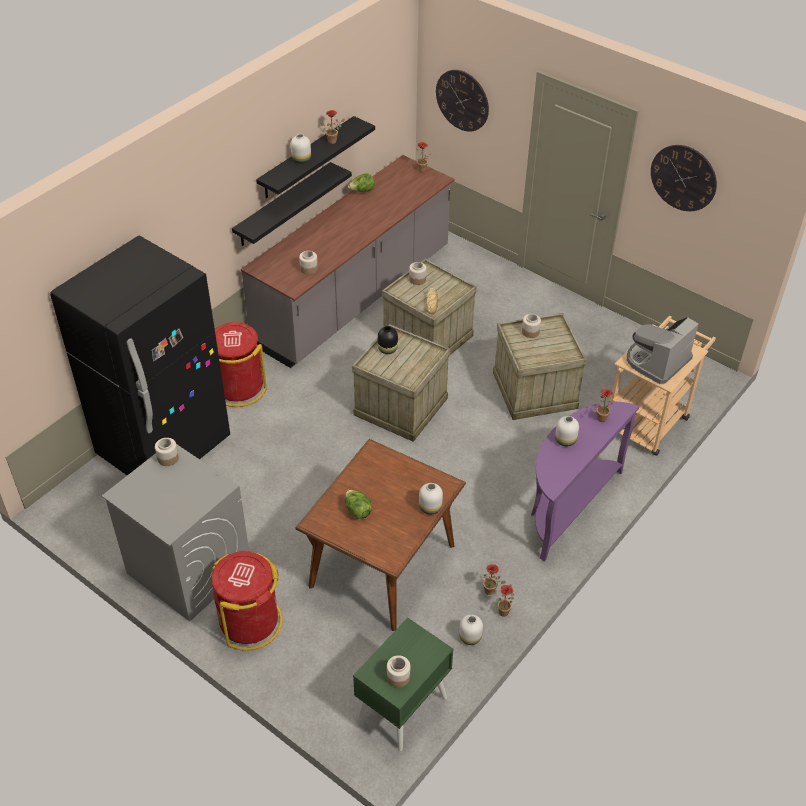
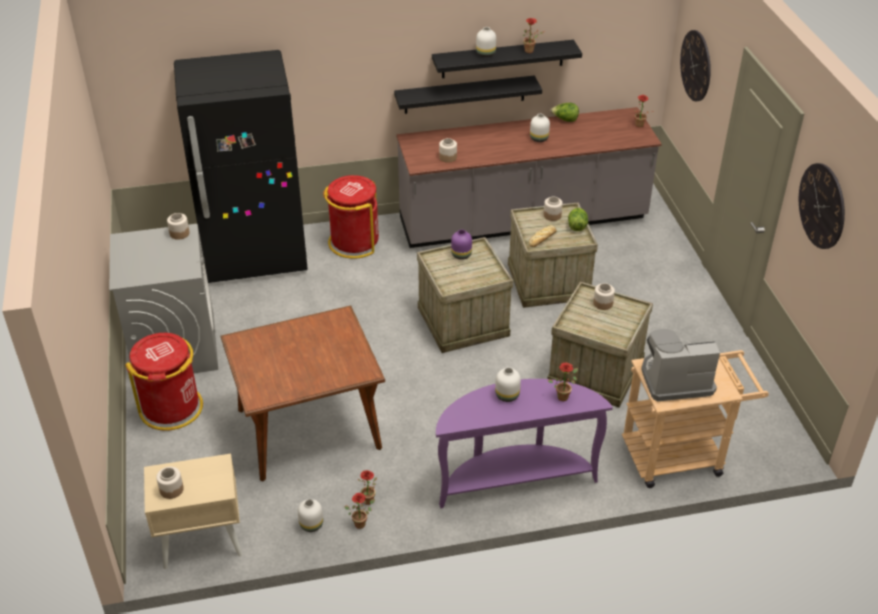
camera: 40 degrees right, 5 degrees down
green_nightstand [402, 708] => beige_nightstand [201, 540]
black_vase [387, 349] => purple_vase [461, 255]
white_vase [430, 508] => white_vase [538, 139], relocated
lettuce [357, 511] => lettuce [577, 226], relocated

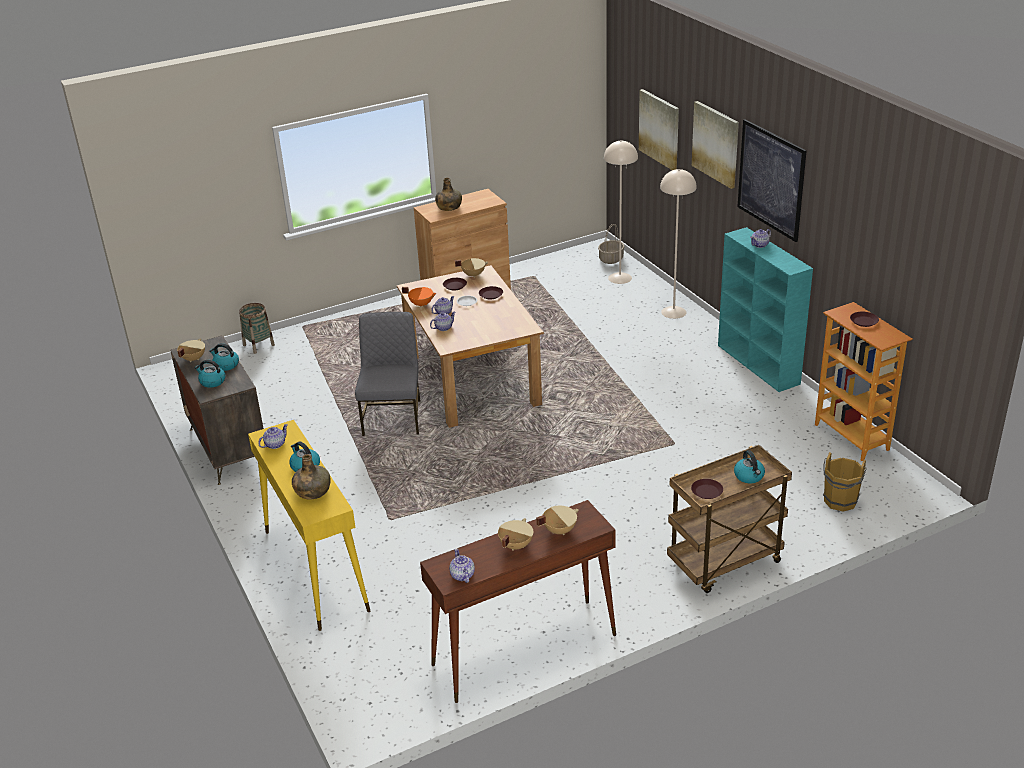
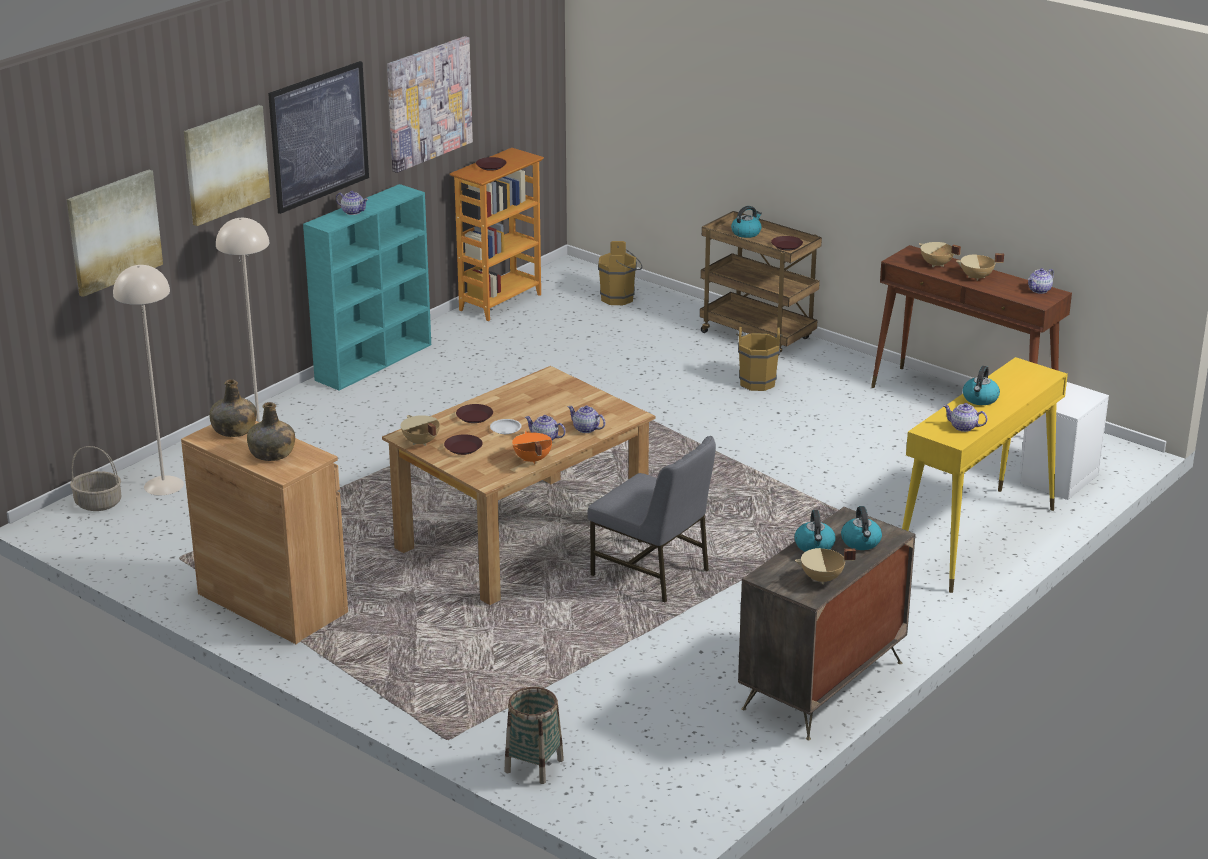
camera: 115 degrees left, 5 degrees down
green_bottle [312, 491] => green_bottle [234, 430], relocated
nothing => picture [428, 103]
grey_chair [393, 417] => grey_chair [652, 573], 120 degrees counterclockwise
nothing => brown_bucket [757, 381]
nothing => white_nightstand [1057, 479]

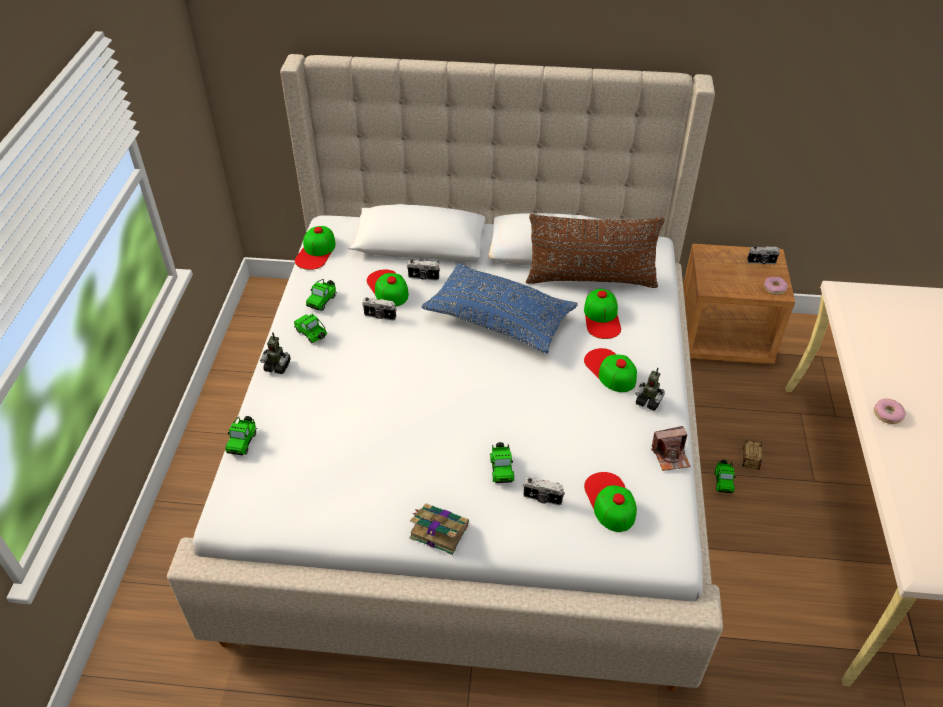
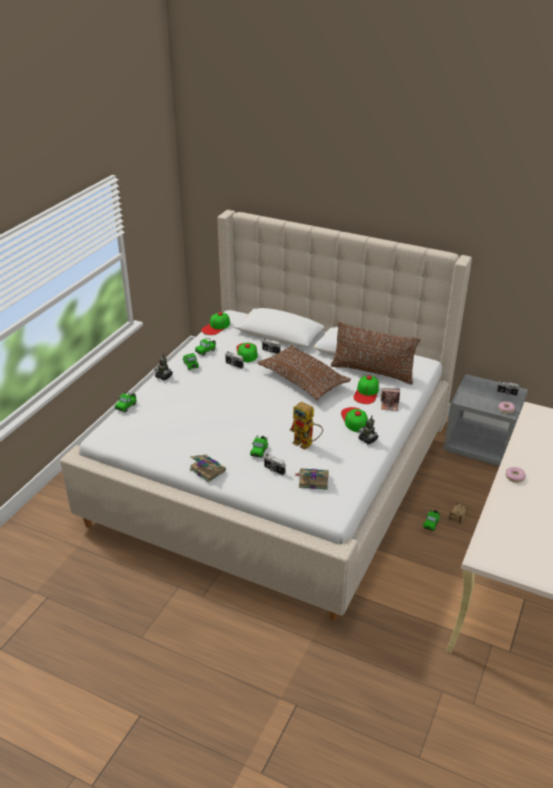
camera: 20 degrees right, 10 degrees down
blue_pillow [499, 319] => brown_pillow [303, 381]
nothing => toy_robot [307, 444]
cap [610, 501] => book [312, 480]
photo_camera [670, 456] => photo_camera [389, 405], relocated
brown_nightstand [724, 337] => grey_nightstand [480, 445]

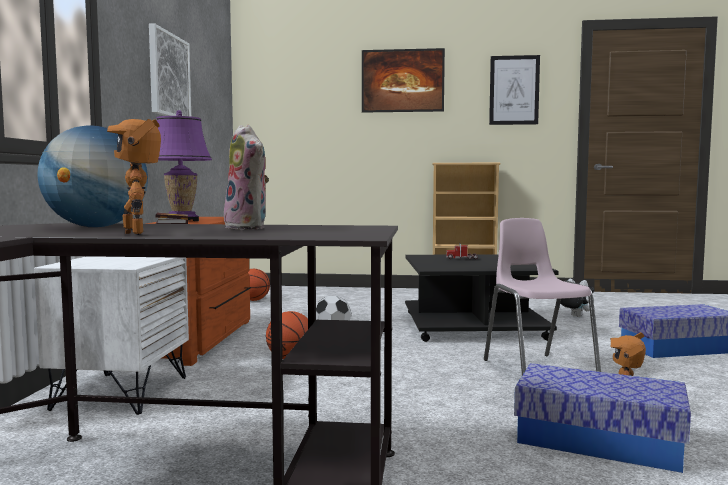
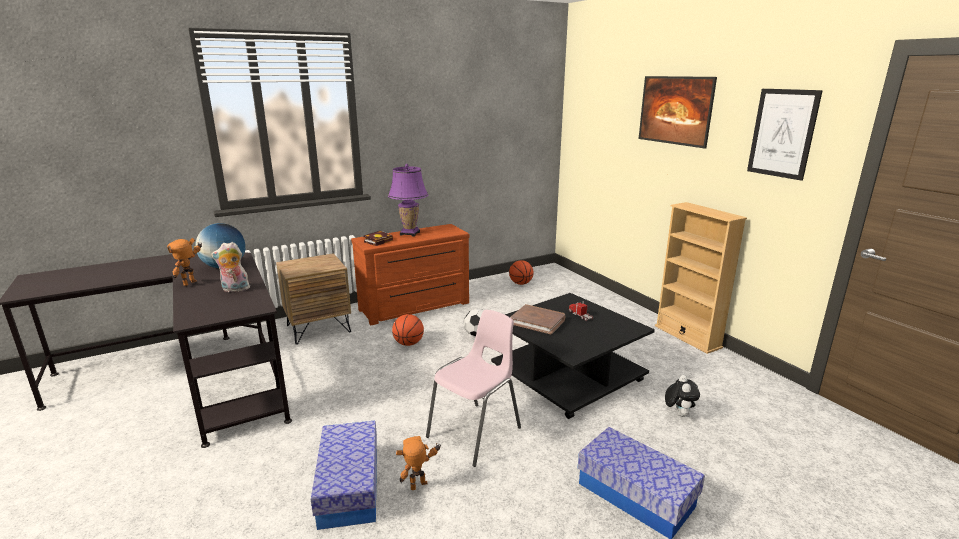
camera: 55 degrees right, 15 degrees up
plush_toy [249, 228] => plush_toy [234, 290], 60 degrees clockwise
white_nightstand [120, 393] => brown_nightstand [318, 328]
nothing => brown_book [538, 321]
picture [168, 75] => nothing

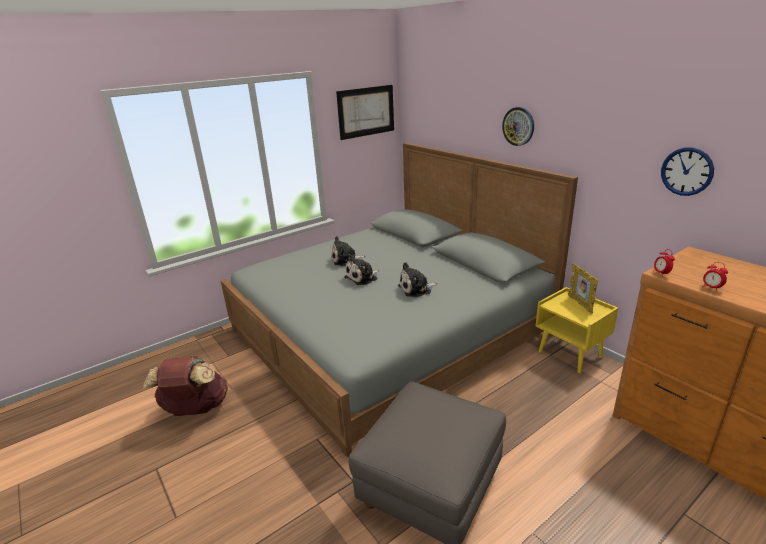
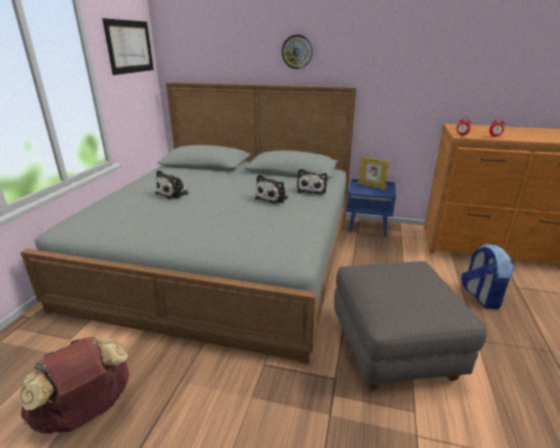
camera: 40 degrees left, 0 degrees up
plush_toy [363, 278] => plush_toy [312, 190], relocated
yellow_nightstand [570, 354] => blue_nightstand [368, 227]
nothing => backpack [480, 297]
wall_clock [686, 171] => nothing

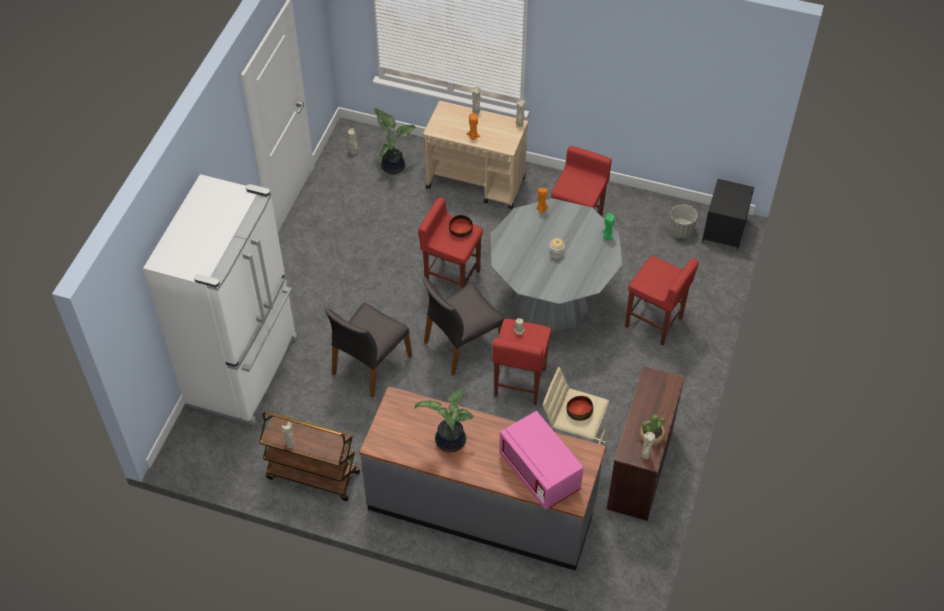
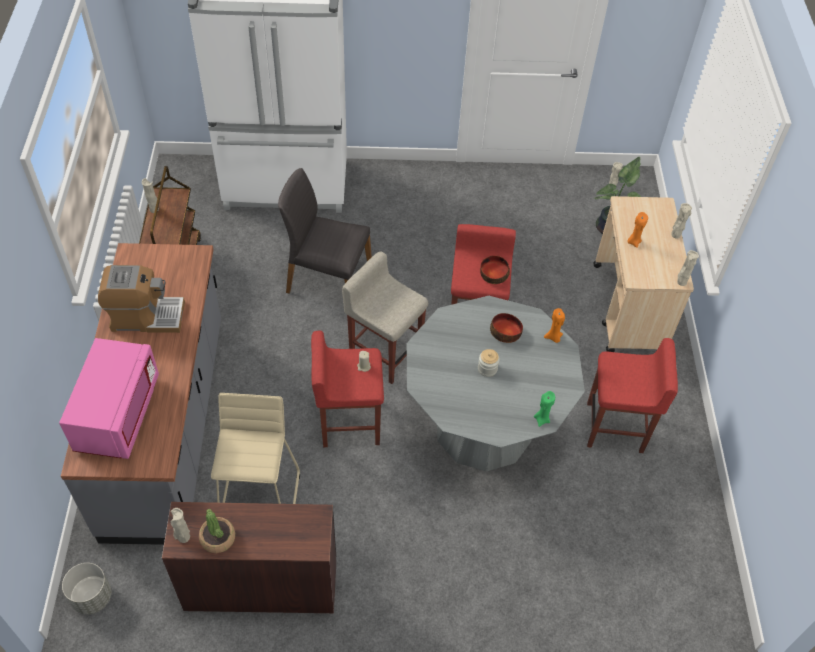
camera: 70 degrees right, 0 degrees up
pink_microwave [539, 472] => pink_microwave [118, 414], 150 degrees clockwise
grey_planter [681, 230] => grey_planter [92, 597], relocated
potted_plant [449, 442] => coffee_machine [146, 316]
grey_chair [462, 344] => beige_stool [385, 353]
bowl [579, 411] => bowl [505, 332], relocated
red_stool [654, 322] => nothing
black_nightstand [724, 231] => nothing

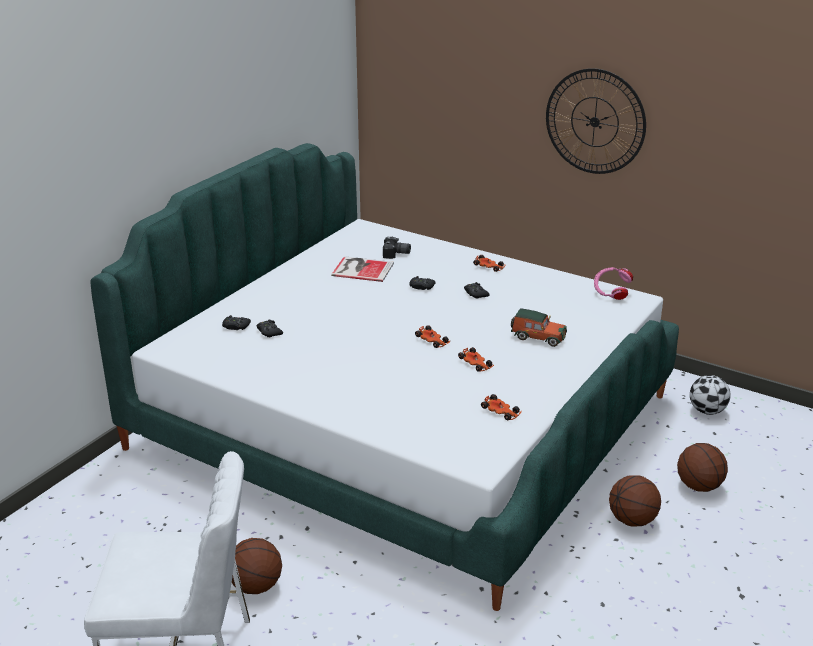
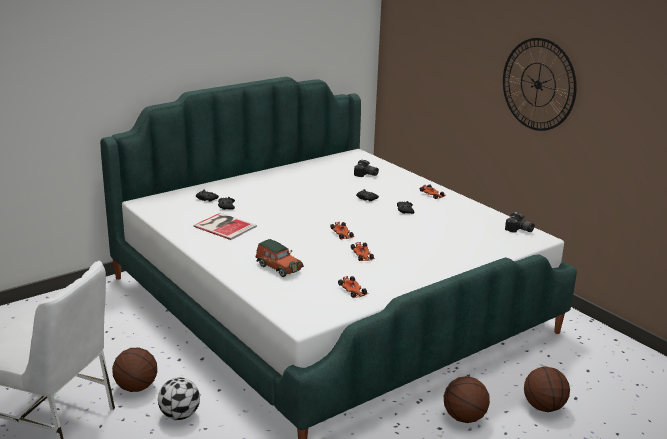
camera: 20 degrees right, 5 degrees down
football [707, 411] => football [180, 415], relocated
book [361, 269] => book [224, 226], relocated
toy_car [537, 337] => toy_car [278, 267], relocated
pink_headphones [611, 294] => photo_camera [519, 230]

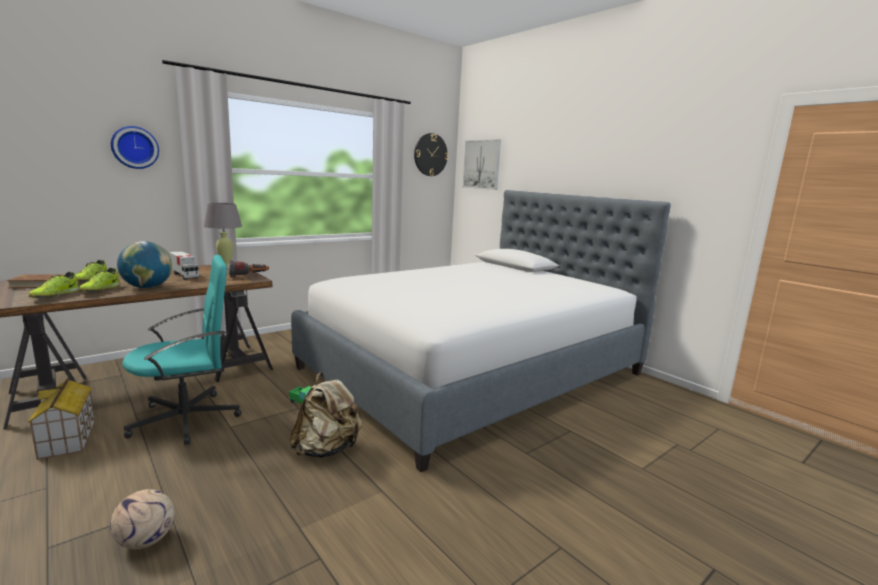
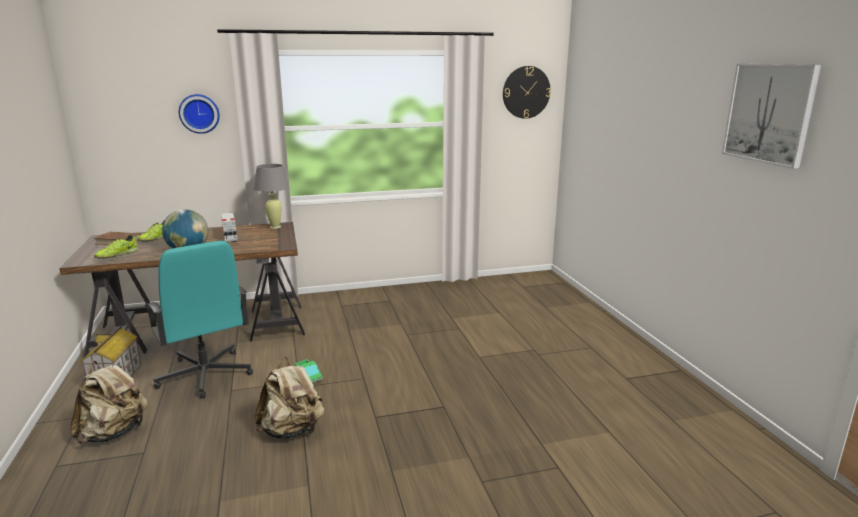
camera: 25 degrees right, 5 degrees up
nothing => beige_backpack [114, 433]
turquoise_office_chair [187, 419] => turquoise_office_chair [205, 375], 60 degrees clockwise
picture [482, 164] => picture [769, 113], relocated
shoe [100, 290] => nothing
football [146, 540] => nothing
flashlight [249, 277] => nothing
bed [473, 371] => nothing

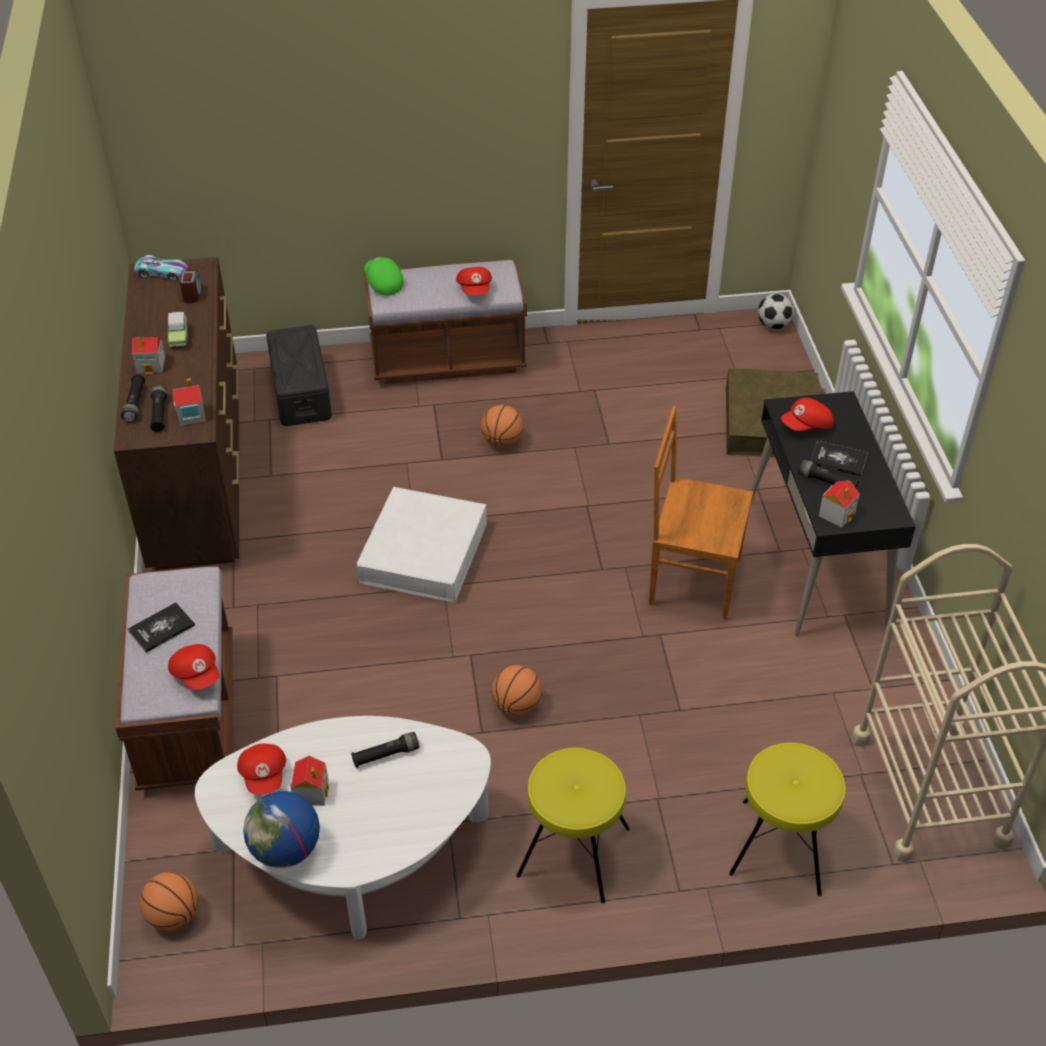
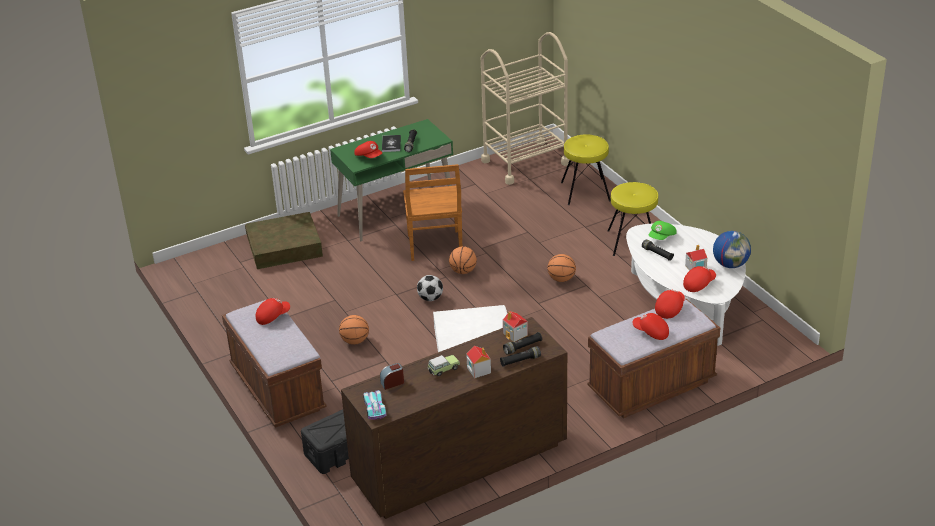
camera: 110 degrees left, 10 degrees down
black_desk [816, 561] => green_desk [396, 212]
football [773, 325] => football [430, 298], relocated
basketball [174, 915] => basketball [463, 271], relocated
book [161, 628] => red_cap [651, 332]
green_cap [382, 283] => green_cap [662, 237], relocated
toy_house [837, 514] => nothing

